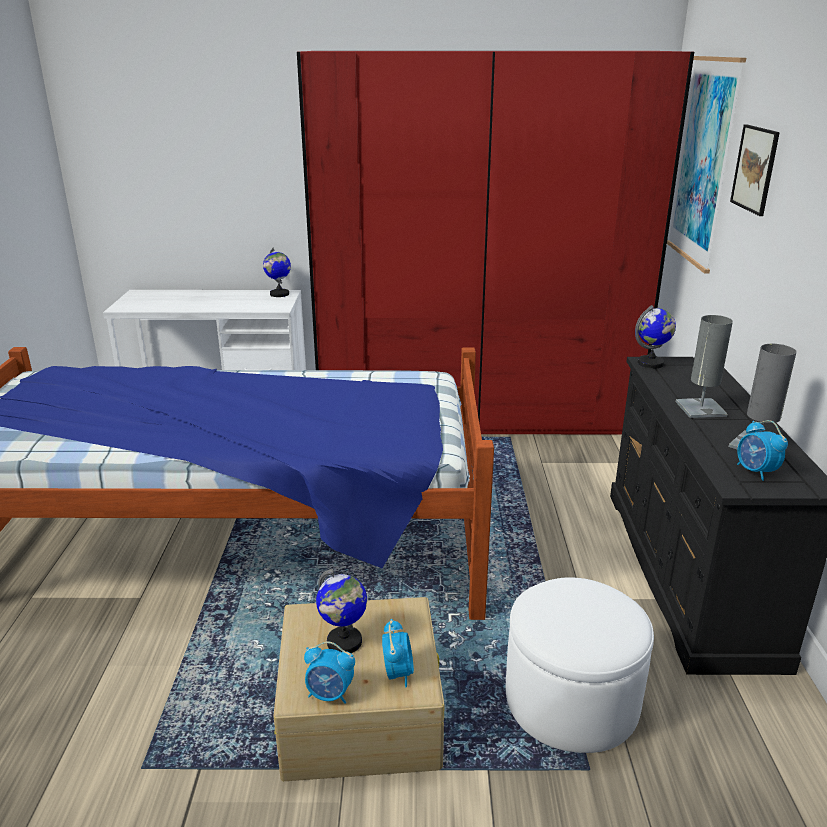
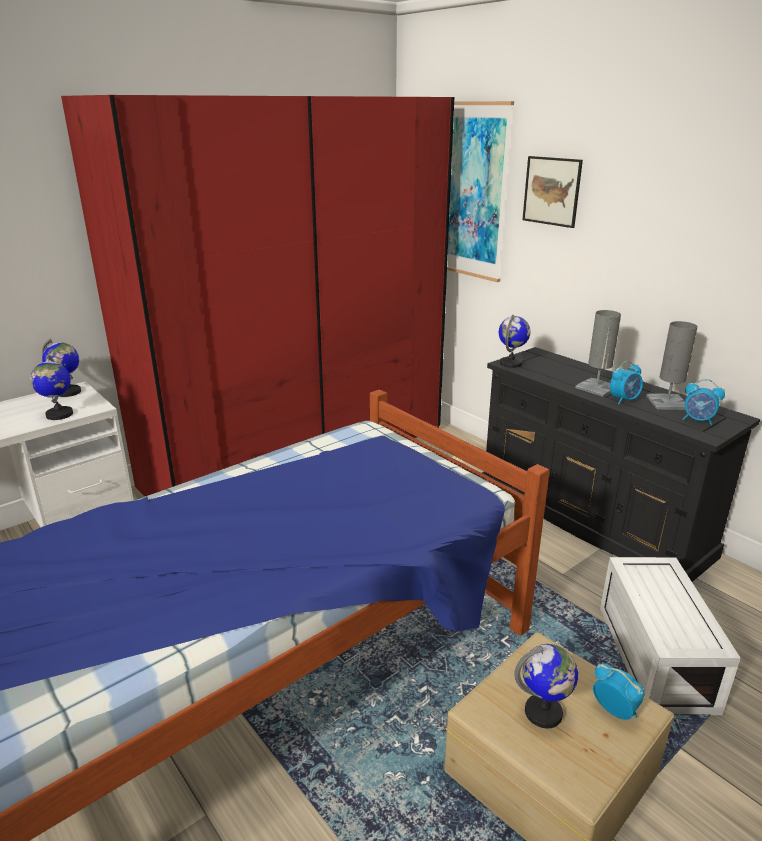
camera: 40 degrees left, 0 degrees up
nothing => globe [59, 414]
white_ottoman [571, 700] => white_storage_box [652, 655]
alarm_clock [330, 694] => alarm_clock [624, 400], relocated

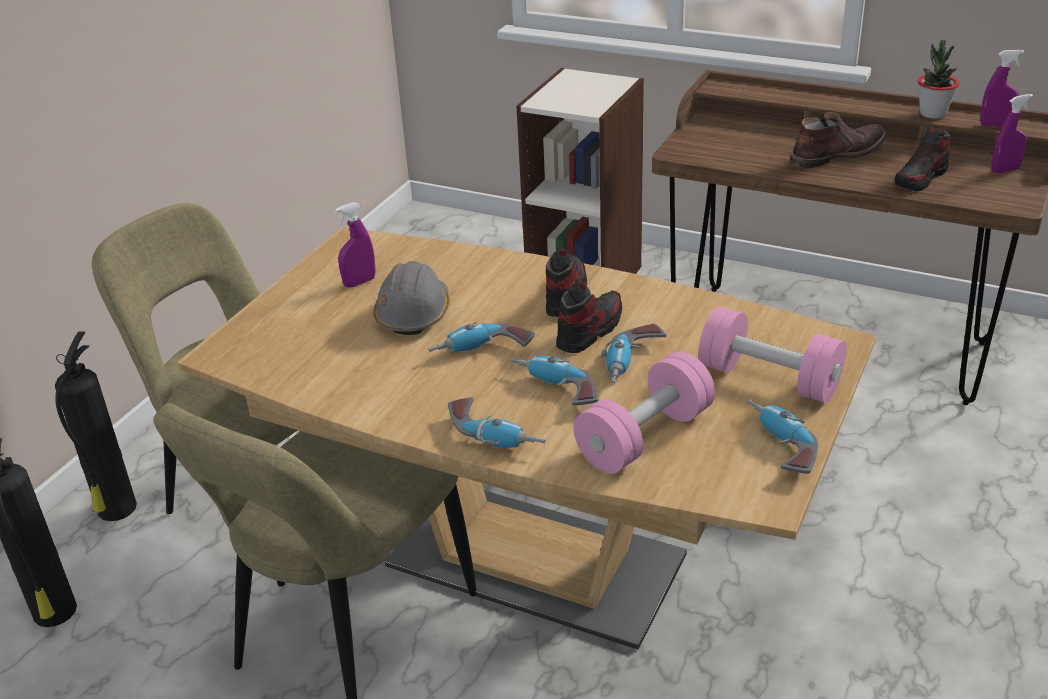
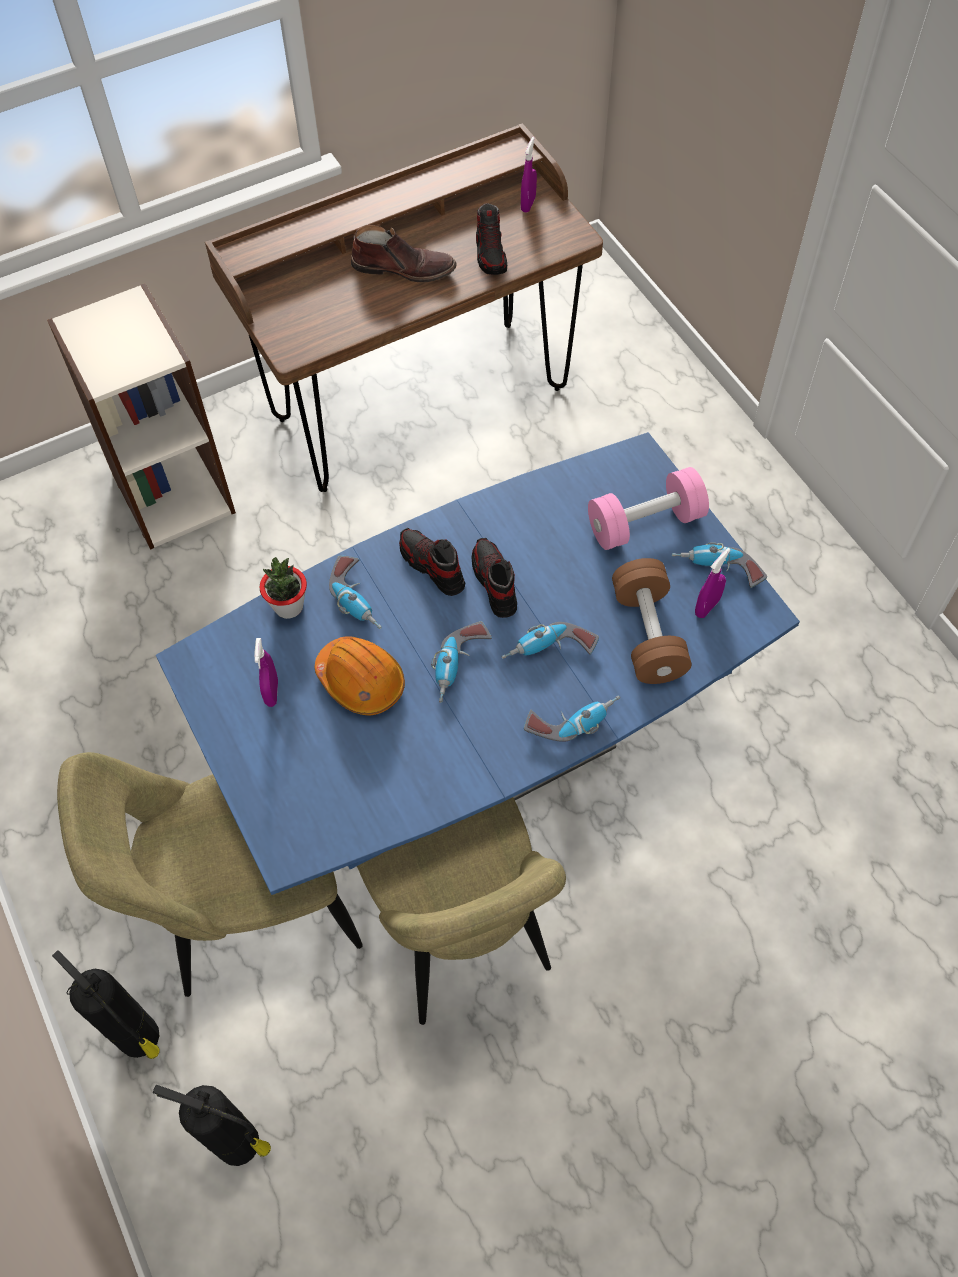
camera: 55 degrees left, 25 degrees up
brown_dining_table [535, 561] => blue_dining_table [481, 755]
potted_plant [933, 114] => potted_plant [288, 607], relocated
grey_hard_hat [413, 314] => orange_hard_hat [361, 681]
power_drill [632, 364] => power_drill [359, 599], relocated
brown_boot [836, 154] => brown_boot [404, 268], 90 degrees clockwise
pink_dumbbell [645, 437] => brown_dumbbell [648, 634]
purple_spray_bottle [995, 124] => purple_spray_bottle [707, 607], relocated

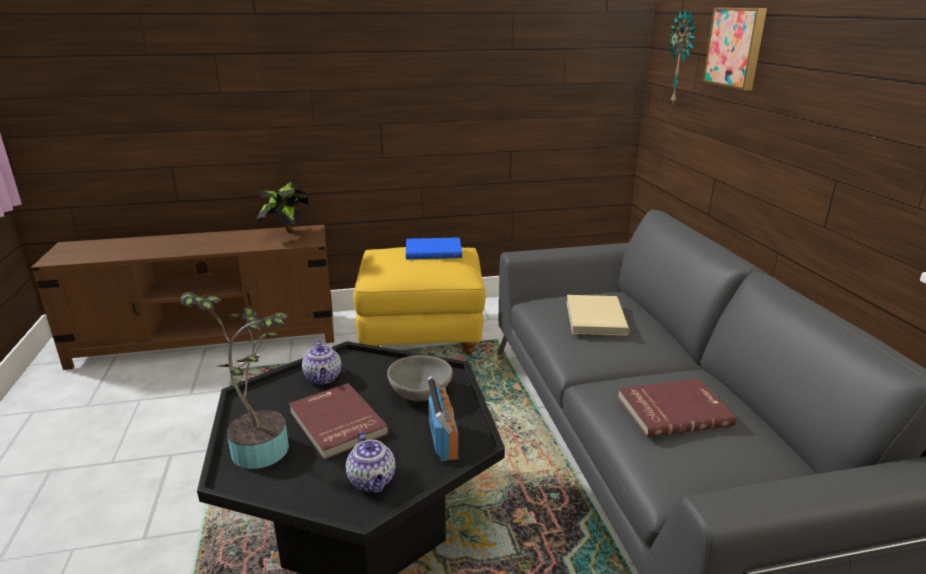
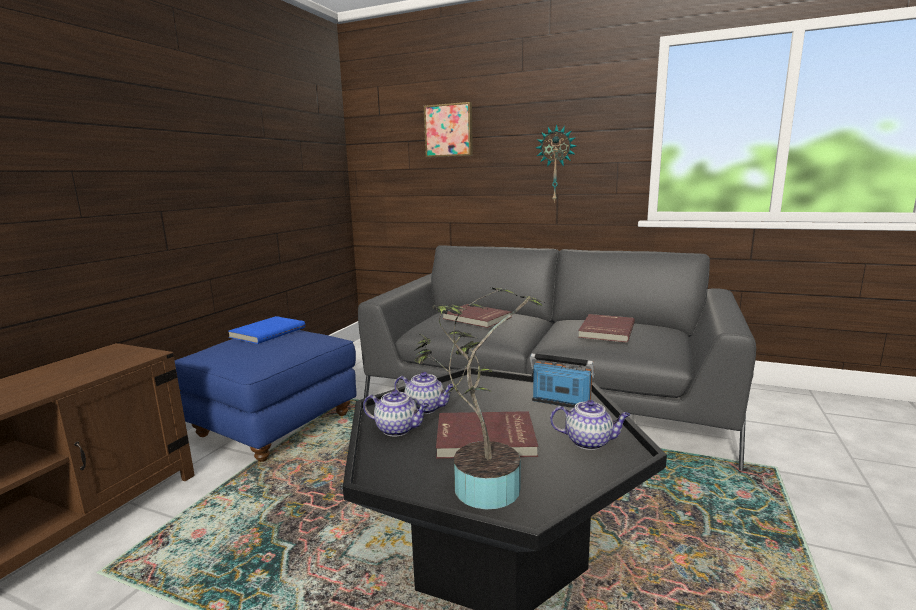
camera: 55 degrees left, 10 degrees down
yellow_ottoman [422, 334] => blue_ottoman [276, 424]
nothing => teapot [426, 408]
beige_book [594, 318] => red_book [476, 318]
wall_clock [682, 58] => wall_clock [556, 164], relocated
potted_plant [287, 234] => nothing
grey_bowl [420, 393] => nothing

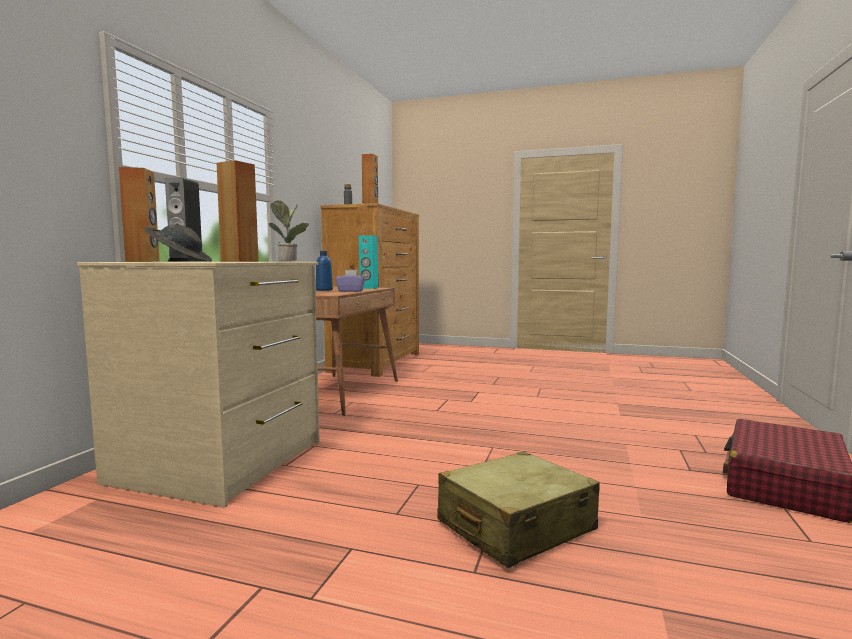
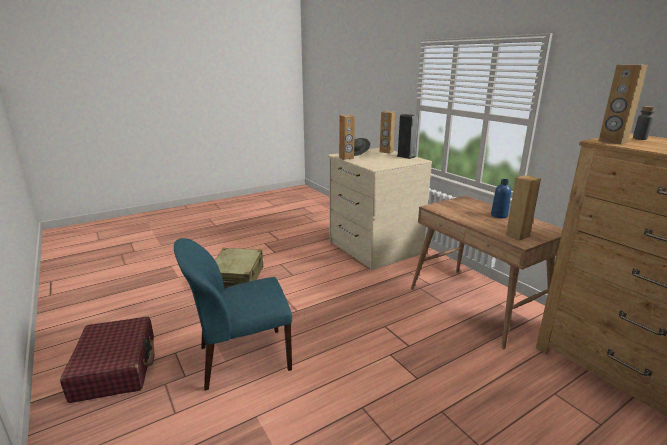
camera: 130 degrees right, 15 degrees up
nothing => blue_chair [242, 358]
turquoise_speaker [368, 288] => brown_speaker [517, 235]
potted_plant [290, 261] => nothing
purple_tissue_box [350, 291] => nothing

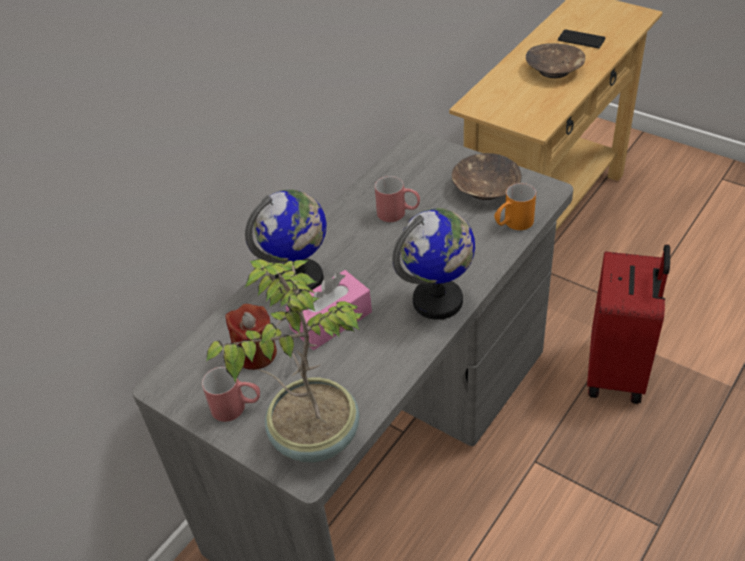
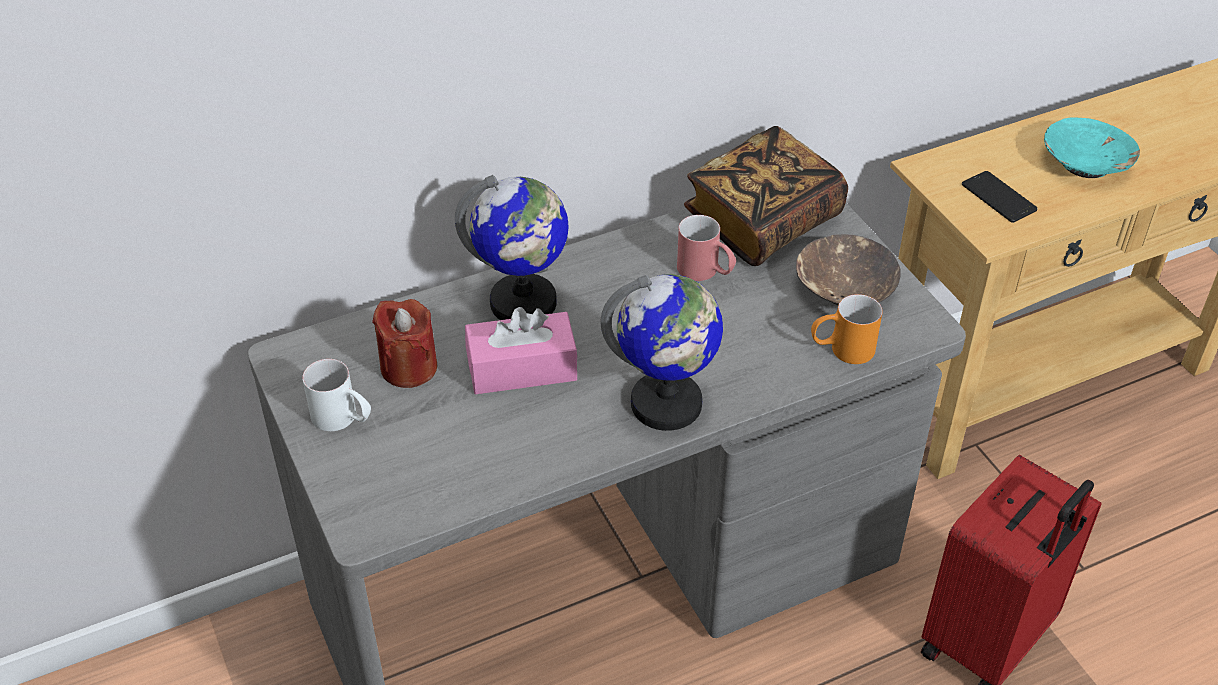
camera: 25 degrees right, 0 degrees up
red_mug [237, 407] => white_mug [343, 419]
nothing => book [763, 221]
phone [581, 40] => phone [998, 197], relocated
brown_bowl [554, 70] => turquoise_bowl [1086, 163]
potted_plant [313, 435] => nothing

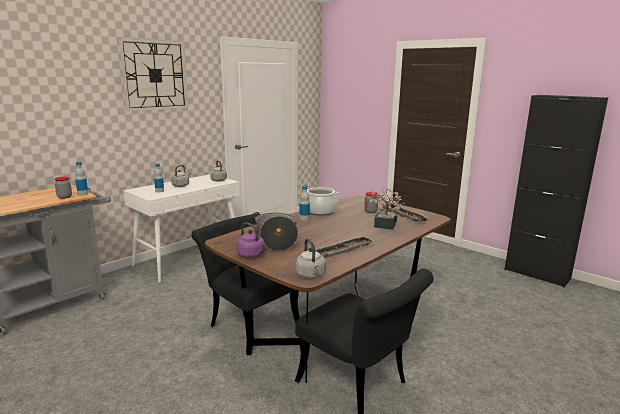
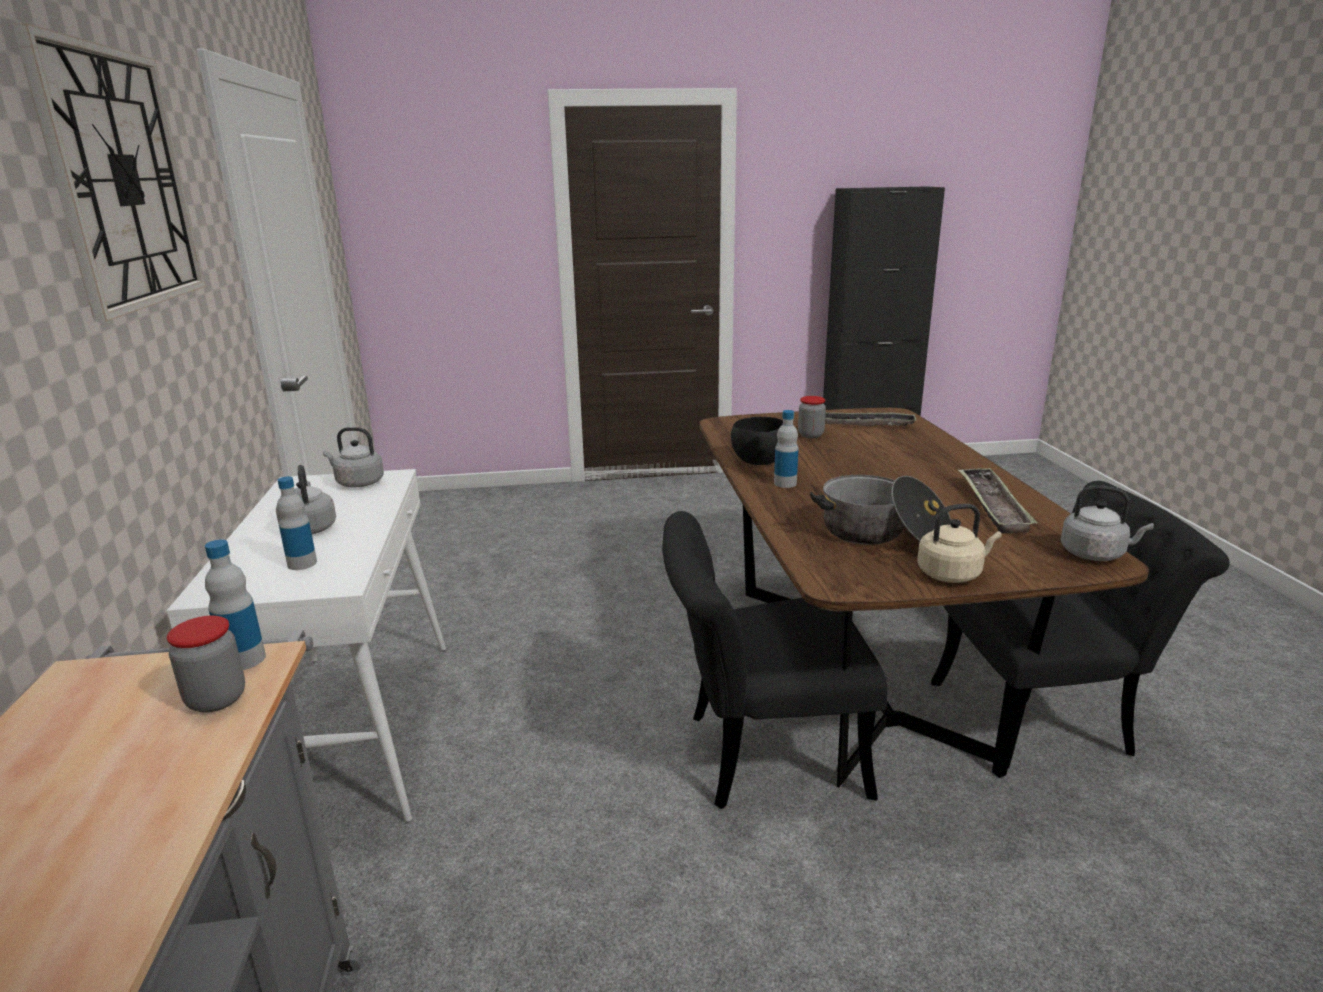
camera: 50 degrees left, 5 degrees up
cooking_pot [320, 211] => black_bowl [758, 462]
purple_kettle [252, 255] => beige_kettle [952, 574]
potted_plant [384, 225] => nothing

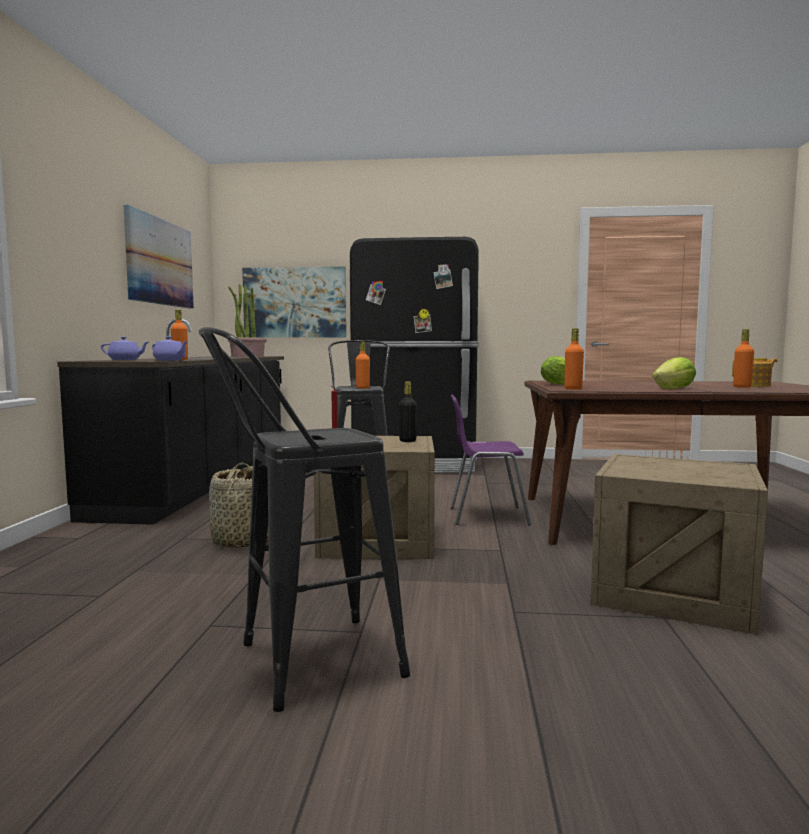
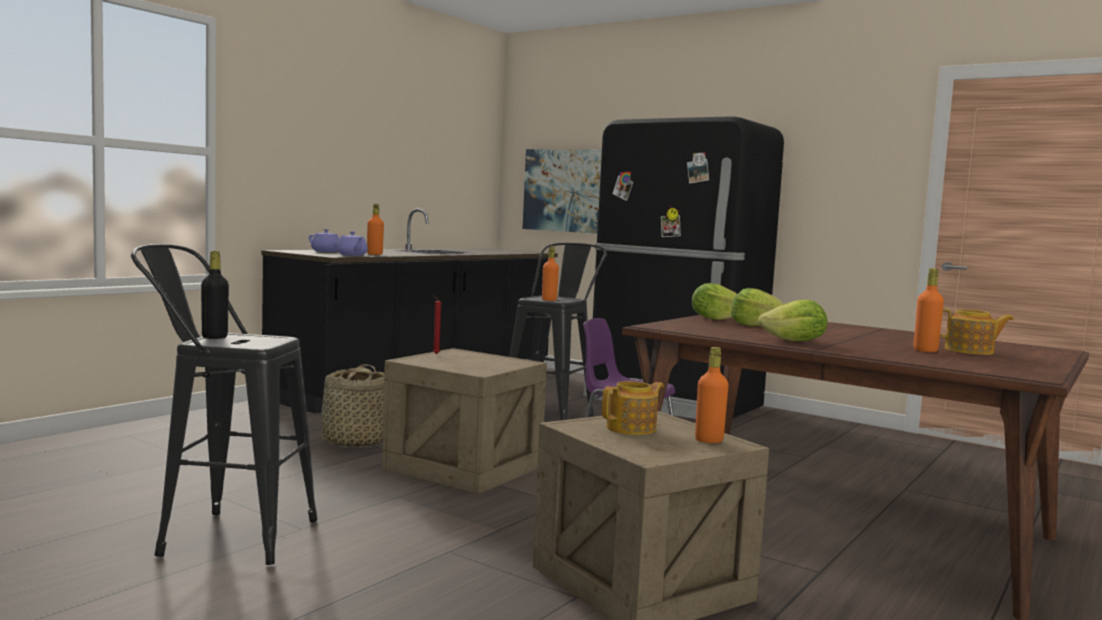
camera: 30 degrees right, 0 degrees up
black_bottle [407, 441] => black_bottle [214, 337], relocated
nothing => teapot [632, 428]
orange_bottle [573, 389] => orange_bottle [709, 440], relocated
nothing => lettuce [757, 326]
picture [159, 262] => nothing
potted_plant [247, 356] => nothing

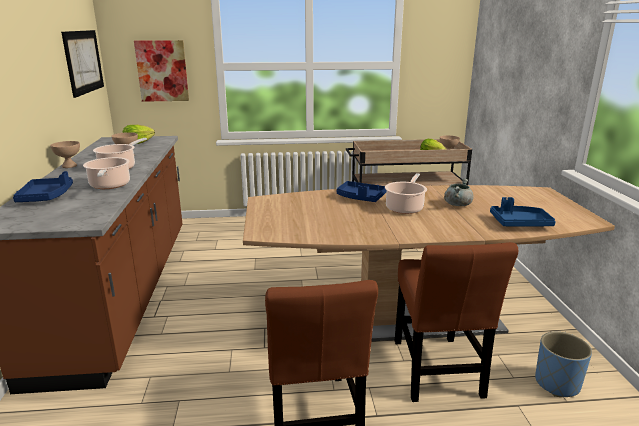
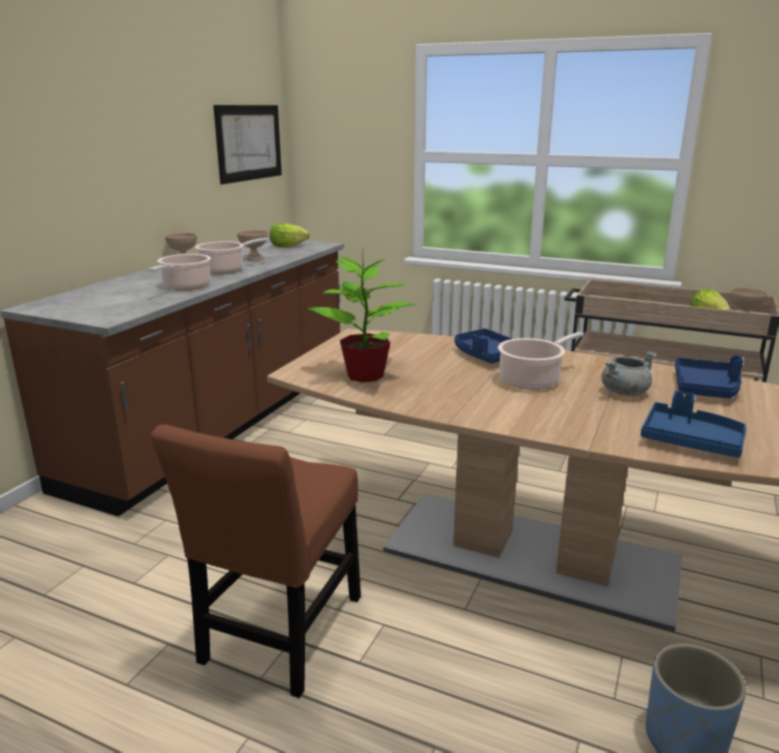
camera: 30 degrees right, 0 degrees up
nothing => potted_plant [366, 375]
blue_tray [46, 197] => blue_tray [706, 389], relocated
picture [162, 71] => nothing
brown_chair [437, 372] => nothing

